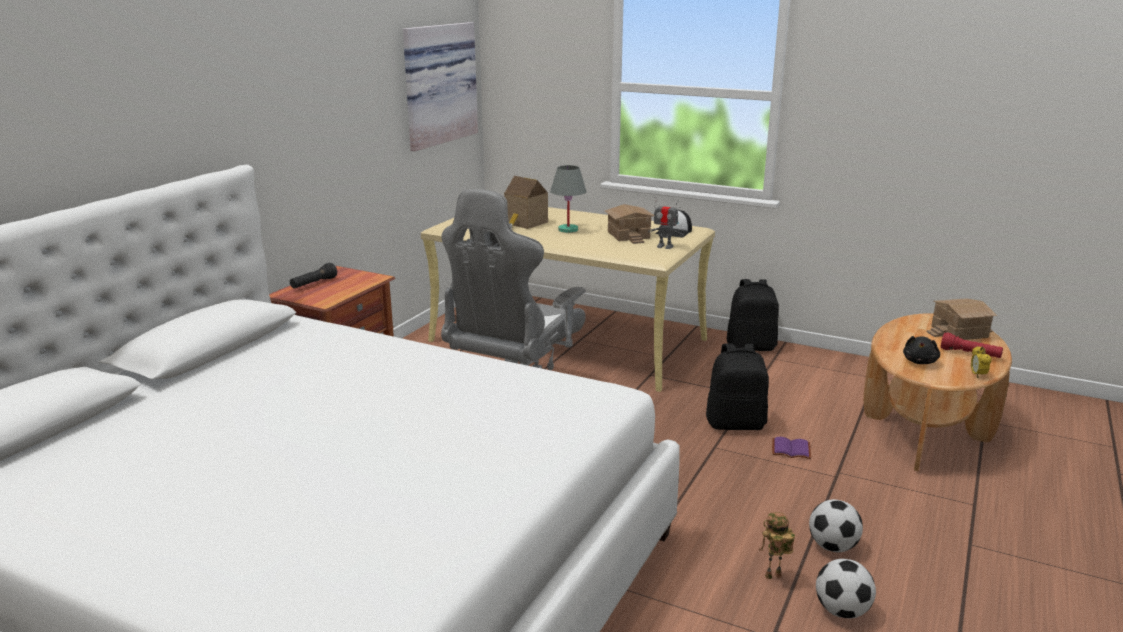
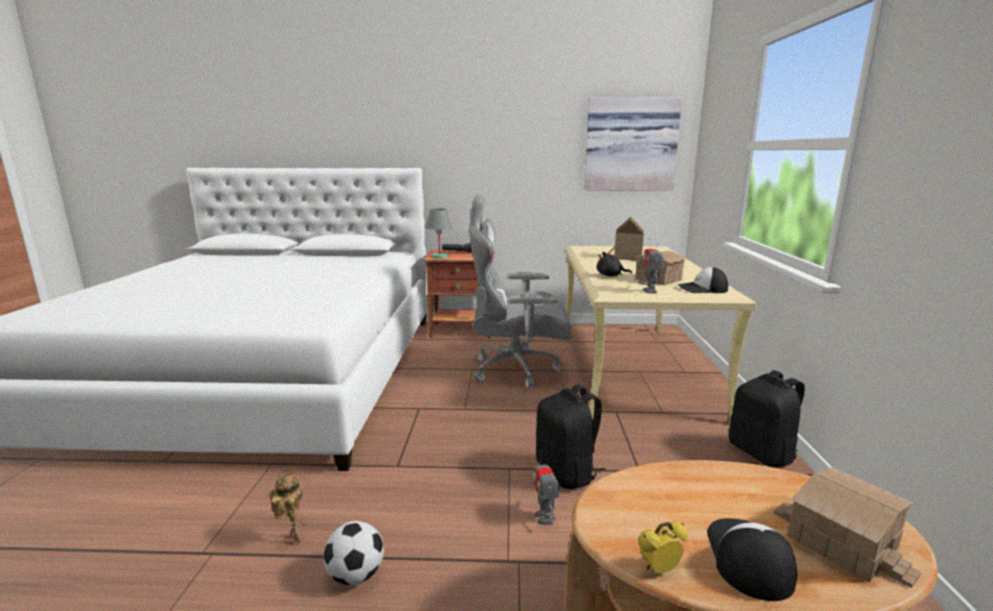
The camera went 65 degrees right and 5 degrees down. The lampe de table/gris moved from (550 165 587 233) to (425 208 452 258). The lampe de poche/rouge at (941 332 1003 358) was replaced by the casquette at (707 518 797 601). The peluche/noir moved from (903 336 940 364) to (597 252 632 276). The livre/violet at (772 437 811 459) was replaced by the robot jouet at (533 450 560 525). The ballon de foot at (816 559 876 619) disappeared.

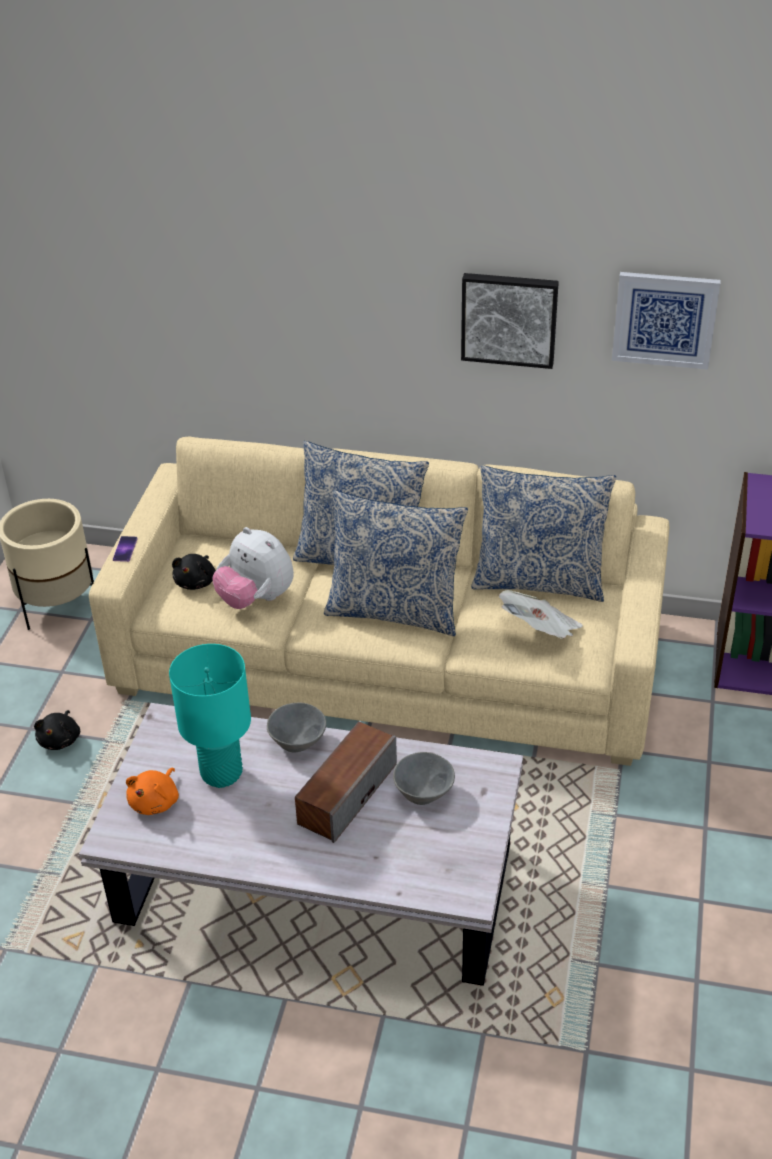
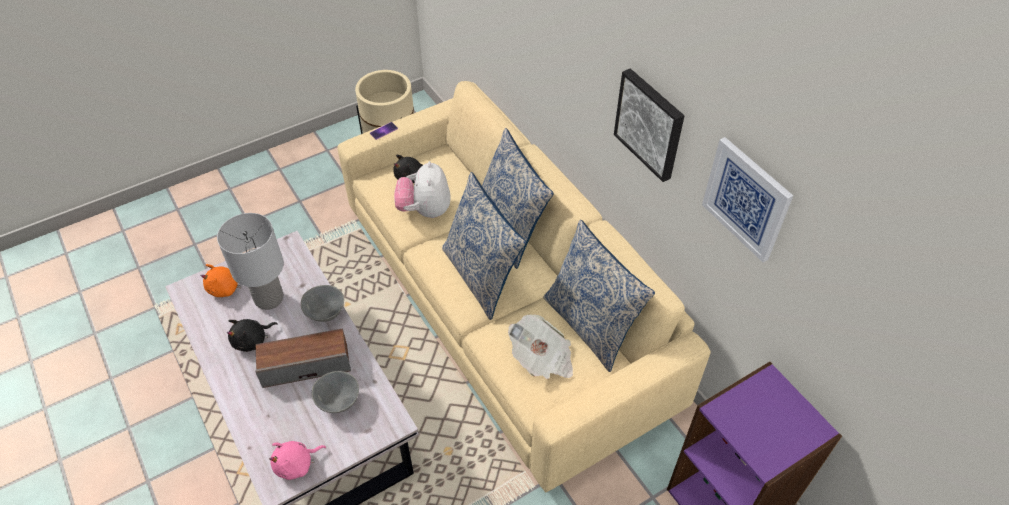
The camera went 45 degrees right and 10 degrees up. The lampe de table/turquoise at (169 644 251 788) became the lampe de table/gris at (217 213 284 310). The peluche/noir moved from (34 710 80 750) to (227 319 278 352). The peluche/rose at (269 441 326 480) appeared.

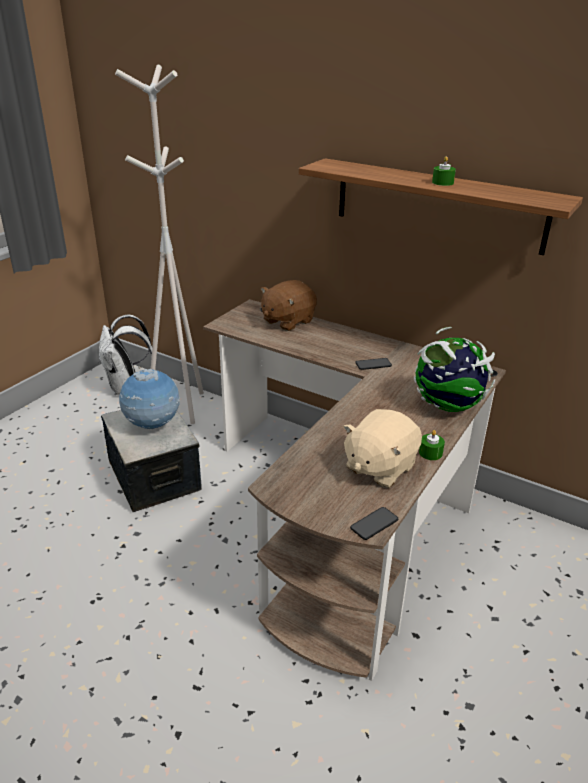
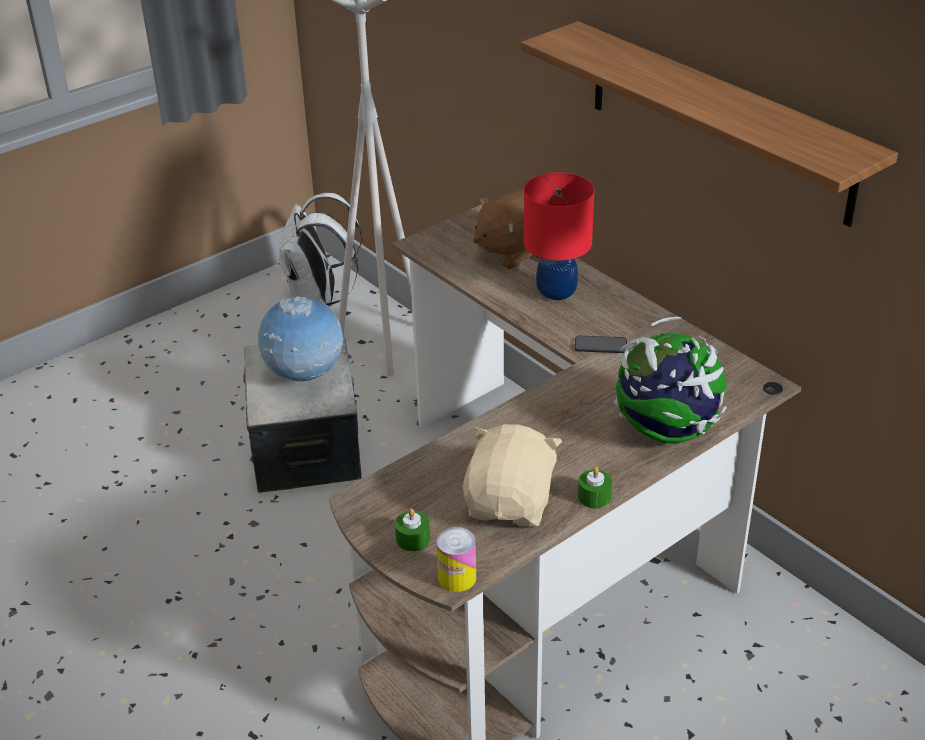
The camera went 20 degrees right and 5 degrees up. The bougie/vert moved from (432 156 456 186) to (395 508 430 551). The peluche/beige at (343 409 422 488) turned 135 degrees clockwise. The téléphone at (350 507 398 540) was replaced by the boîte métallique at (436 527 476 592). The lampe de table/rouge at (524 172 594 300) appeared.

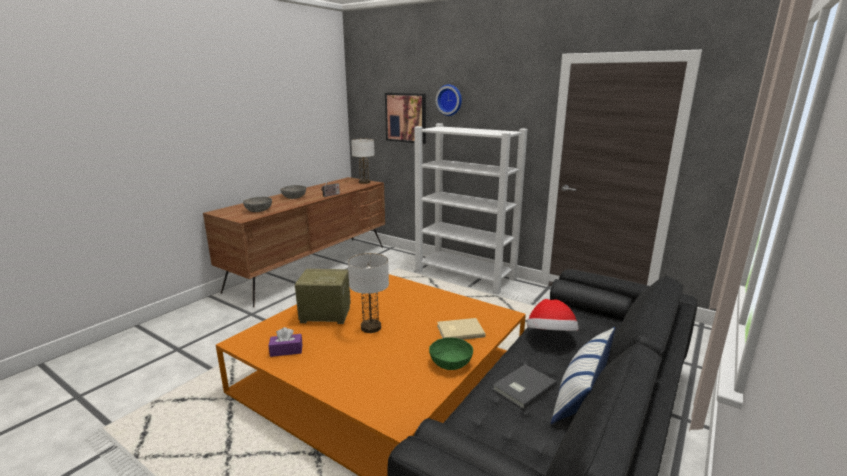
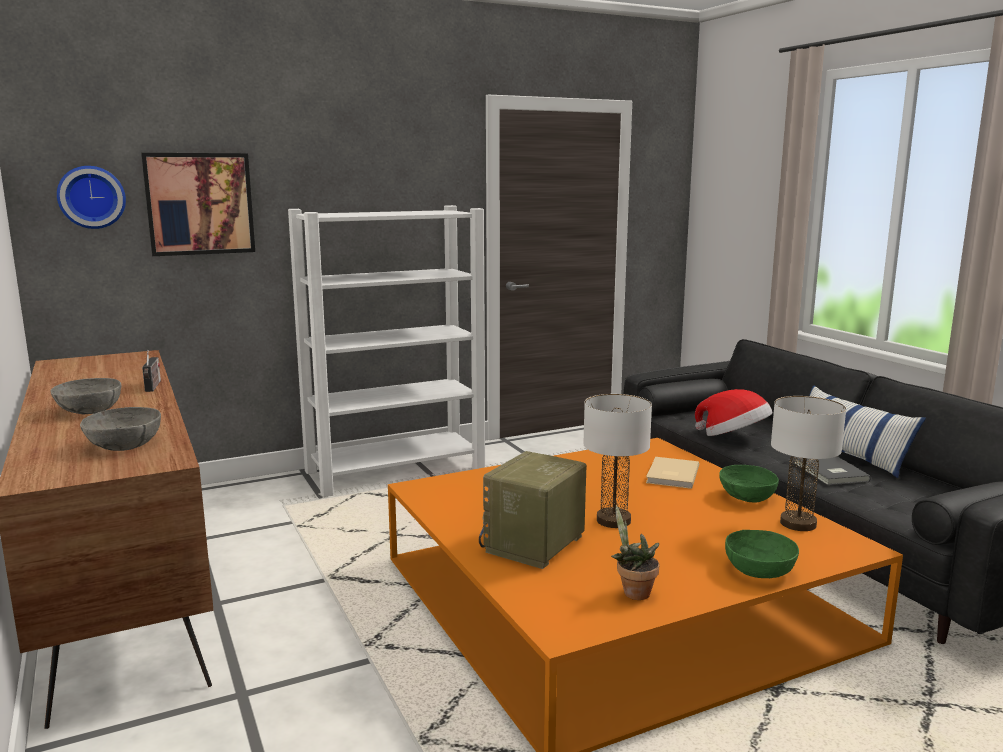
The camera went 60 degrees left and 5 degrees down. The horloge murale moved from (436 84 462 116) to (57 166 126 229). The lampe de table moved from (351 139 375 184) to (771 396 846 531). The boîte à mouchoirs/violet at (268 327 302 357) was replaced by the plante en pot at (611 505 659 600). The bol/vert at (725 530 799 578) appeared.

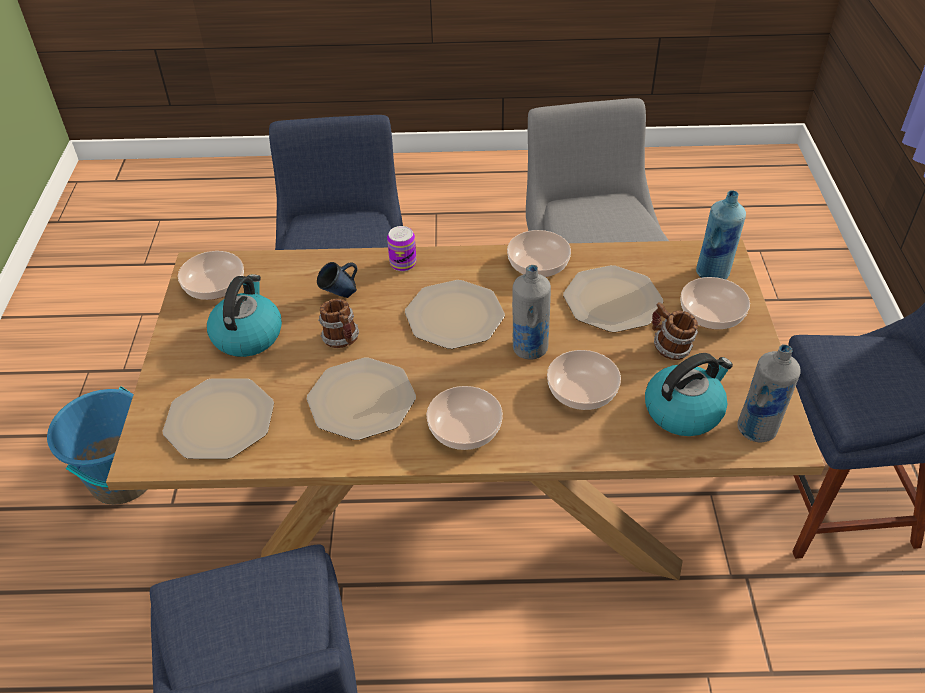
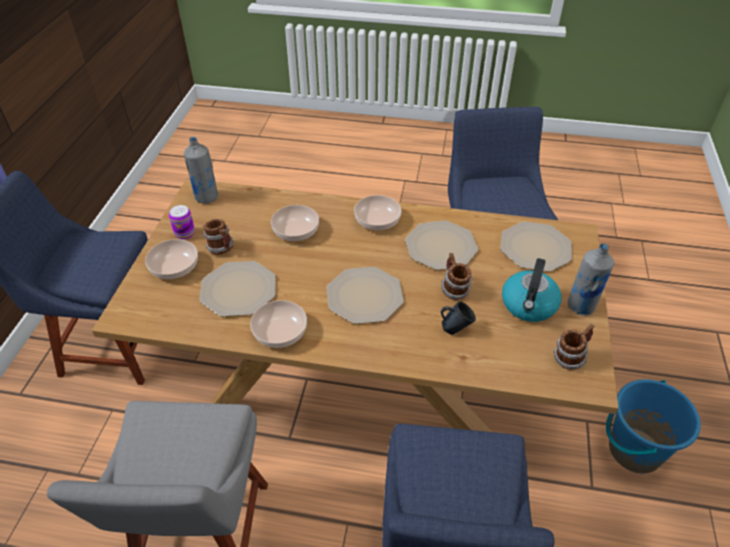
The camera went 170 degrees left and 0 degrees up. The bouteille/bleu at (696 190 746 280) disappeared. The boîte métallique moved from (387 226 416 271) to (169 205 195 240). The bol at (178 251 244 300) was replaced by the mug at (553 324 594 370). The bouteille/gris moved from (512 265 551 360) to (568 243 614 316). The bouilloire at (645 353 733 436) disappeared.

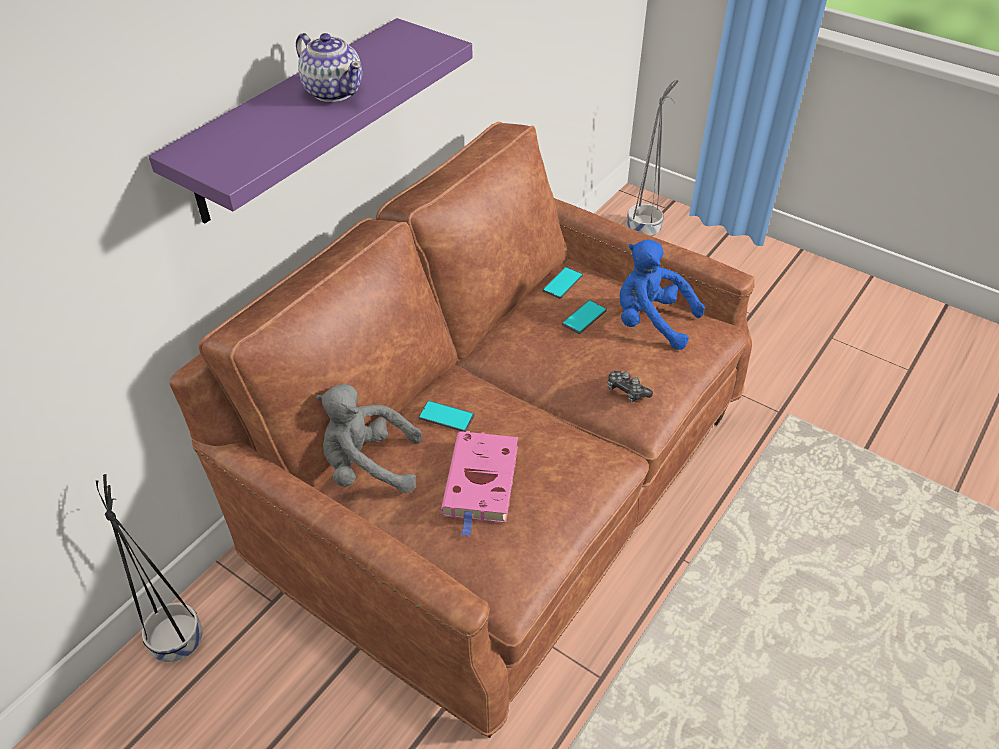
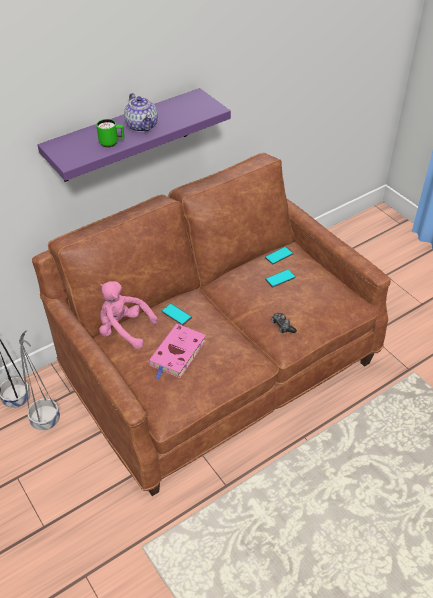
The camera went 20 degrees right and 0 degrees up. The cache-pot/gris moved from (627 80 679 236) to (19 331 60 430). The peluche/bleu at (620 240 705 350) disappeared. The peluche/gris at (316 384 422 493) became the peluche/rose at (99 281 158 349). The mug/vert at (96 119 125 148) appeared.

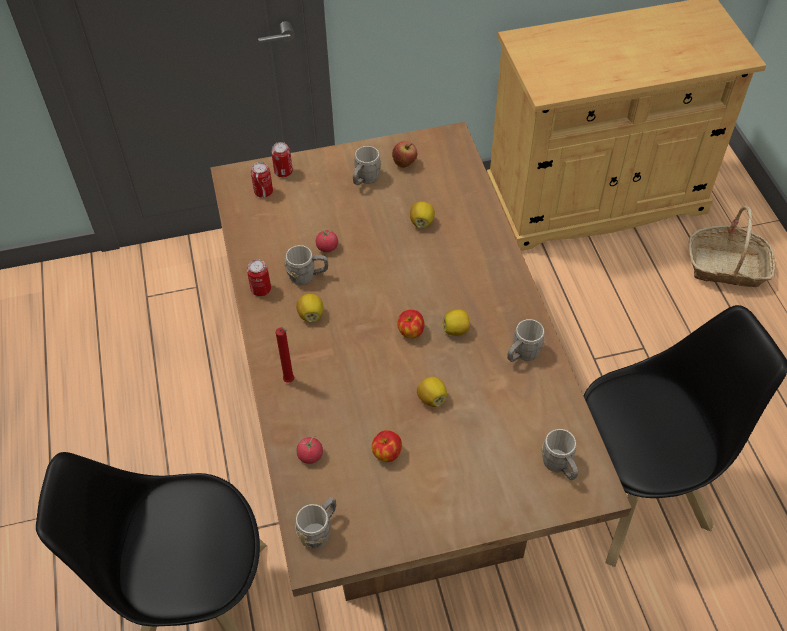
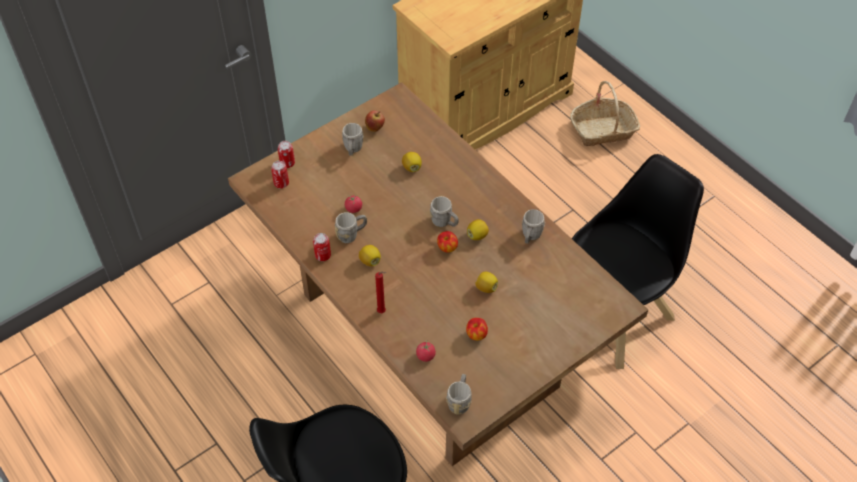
The camera went 25 degrees left and 0 degrees up. The mug/gris moved from (541 429 578 480) to (430 196 459 227).

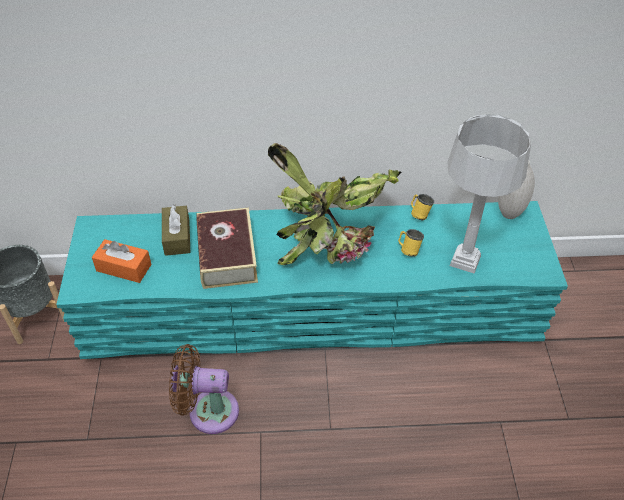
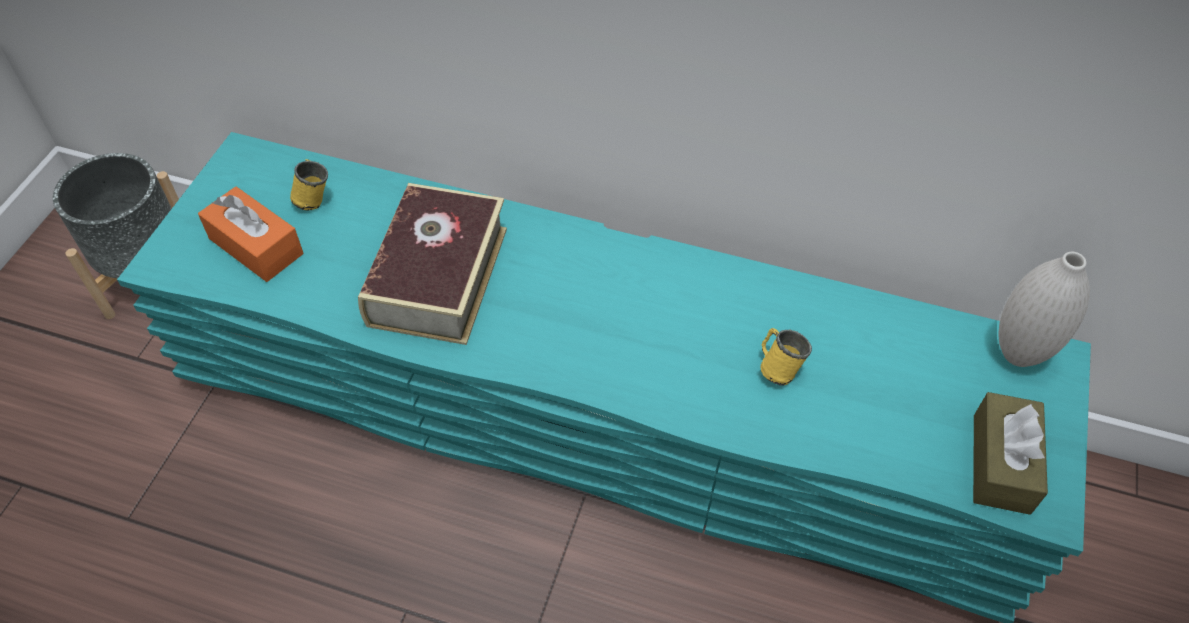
The camera went 20 degrees right and 5 degrees up. The lampe de table/gris at (447 114 531 274) disappeared. The plante en pot at (268 143 401 265) disappeared. The mug/jaune moved from (411 194 434 220) to (290 159 328 210). The boîte à mouchoirs/marron moved from (162 204 190 256) to (973 392 1048 515). The ventilateur/marron at (169 344 239 434) disappeared.

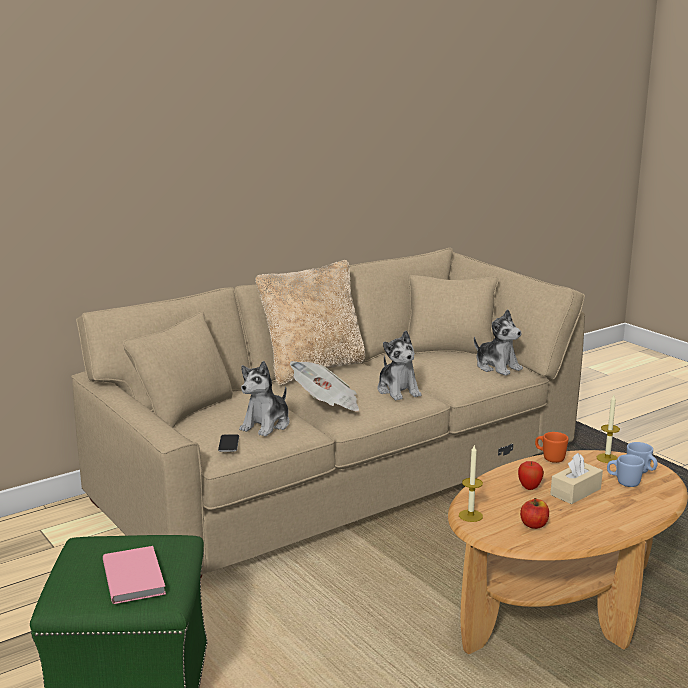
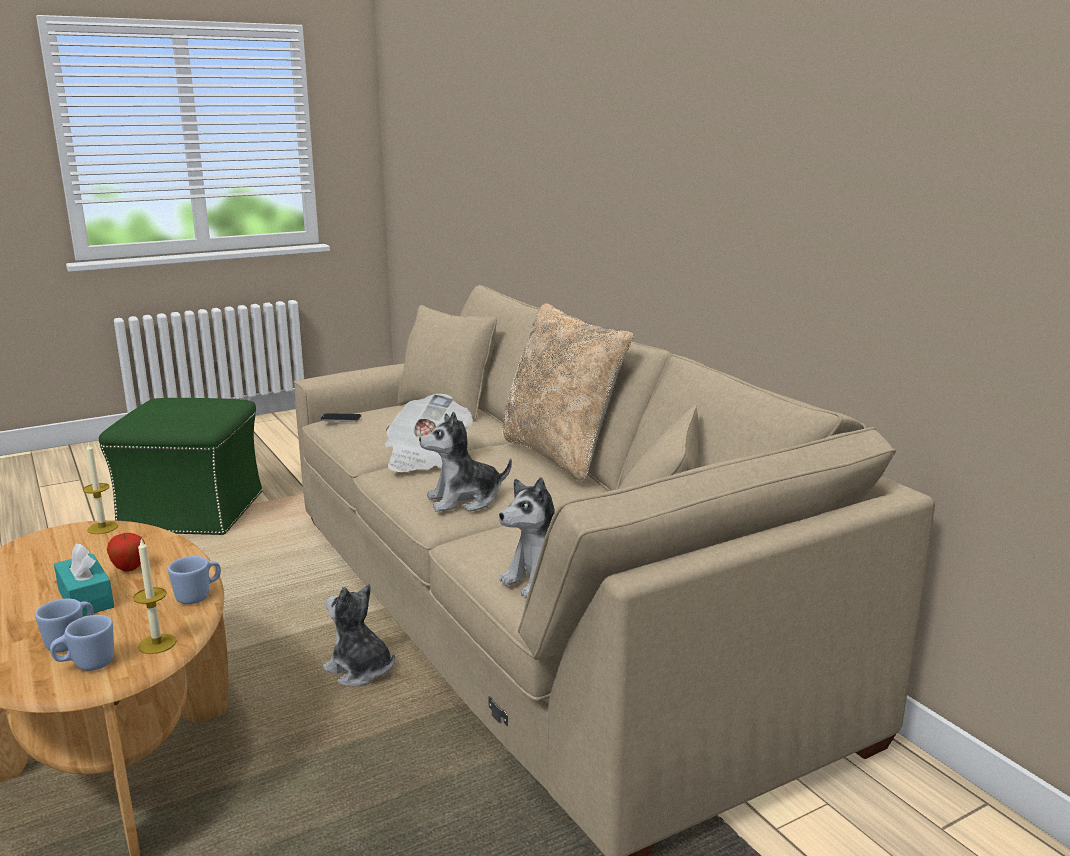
The camera went 95 degrees right and 0 degrees up. The peluche moved from (239 361 290 437) to (322 584 395 687). The mug/orange at (535 432 569 463) became the mug/bleu at (168 556 221 604). The boîte à mouchoirs/beige at (550 453 603 504) became the boîte à mouchoirs/turquoise at (54 543 114 616). The pomme at (520 498 549 529) disappeared. The livre/rose at (103 546 166 604) disappeared.

